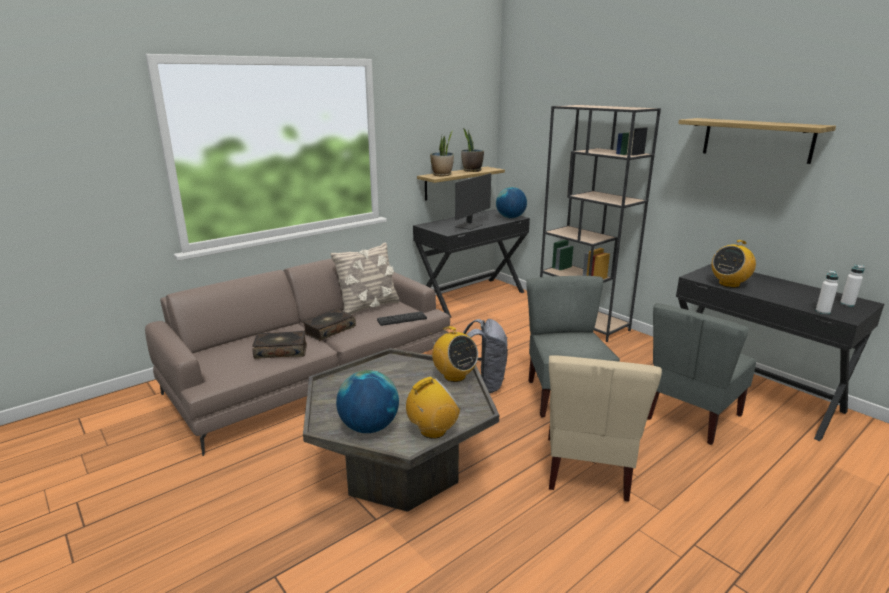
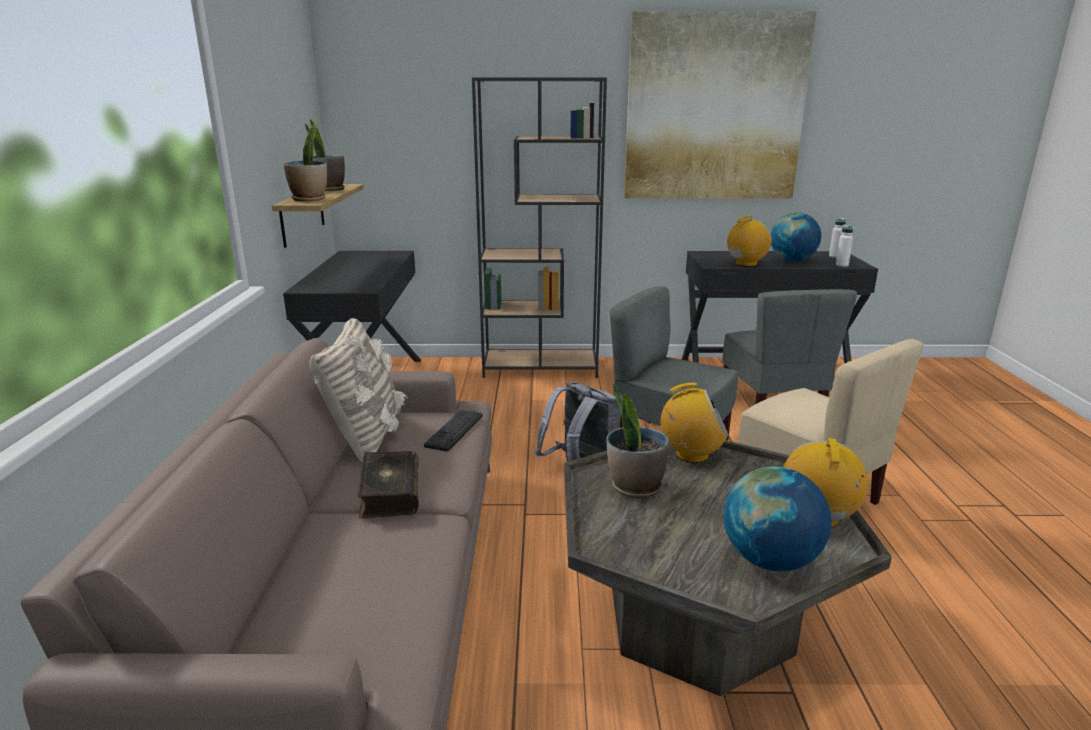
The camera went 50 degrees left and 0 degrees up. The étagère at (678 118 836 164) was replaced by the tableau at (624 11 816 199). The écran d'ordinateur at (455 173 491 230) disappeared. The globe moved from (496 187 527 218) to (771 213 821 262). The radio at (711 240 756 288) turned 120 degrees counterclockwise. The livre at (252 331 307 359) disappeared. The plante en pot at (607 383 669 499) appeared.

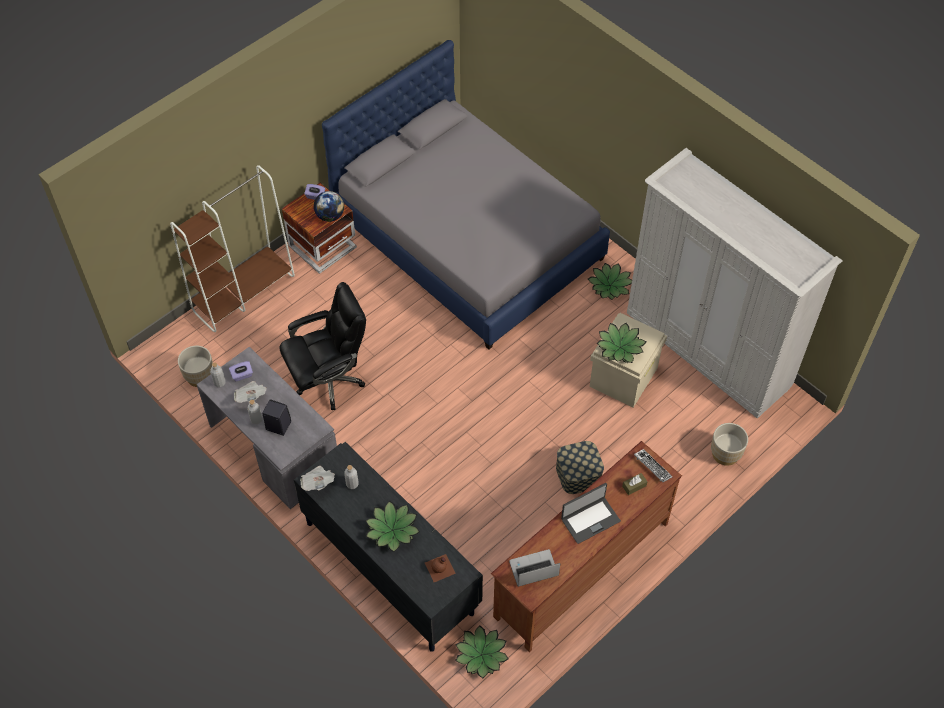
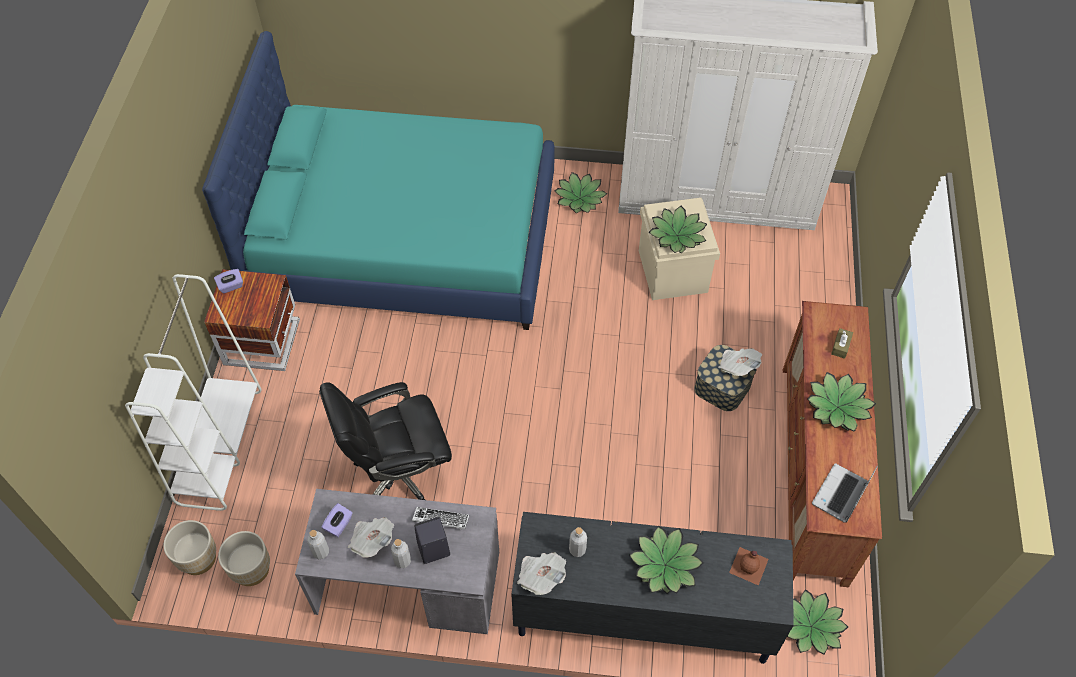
The camera went 40 degrees left and 0 degrees up. The lit/gris at (322 40 610 350) became the lit/turquoise at (202 31 555 330). The portant/marron at (170 165 295 332) became the portant/blanc at (125 274 262 511). The globe at (314 191 344 222) disappeared. The chaise de bureau/noir at (280 282 366 410) turned 135 degrees counterclockwise. The cache-pot/beige moved from (711 423 748 466) to (163 520 216 575). The clavier moved from (634 449 673 482) to (412 507 469 530). The ordinateur portable at (561 483 621 544) was replaced by the plante en pot at (807 372 876 432). The journal at (718 348 762 376) appeared.

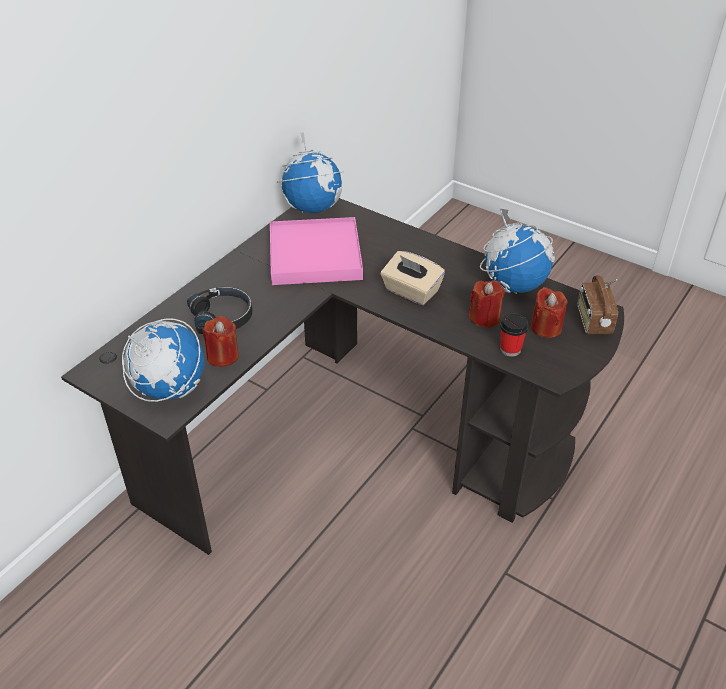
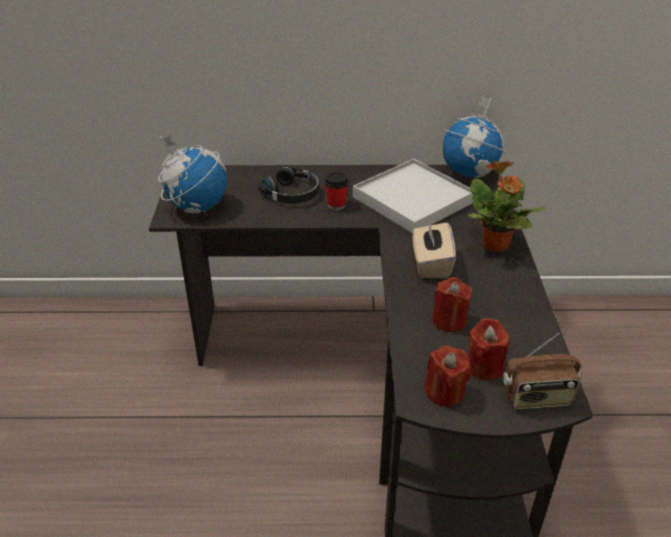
The camera went 55 degrees right and 5 degrees down. The globe at (480 207 555 294) disappeared. The plateau/rose at (270 217 363 285) became the plateau/blanc at (353 159 473 233). The radio at (578 275 618 334) turned 150 degrees counterclockwise. The tasse moved from (500 313 528 357) to (325 172 349 210). The bougie/rouge moved from (202 316 239 367) to (424 345 471 407). The plante en pot at (468 160 546 252) appeared.

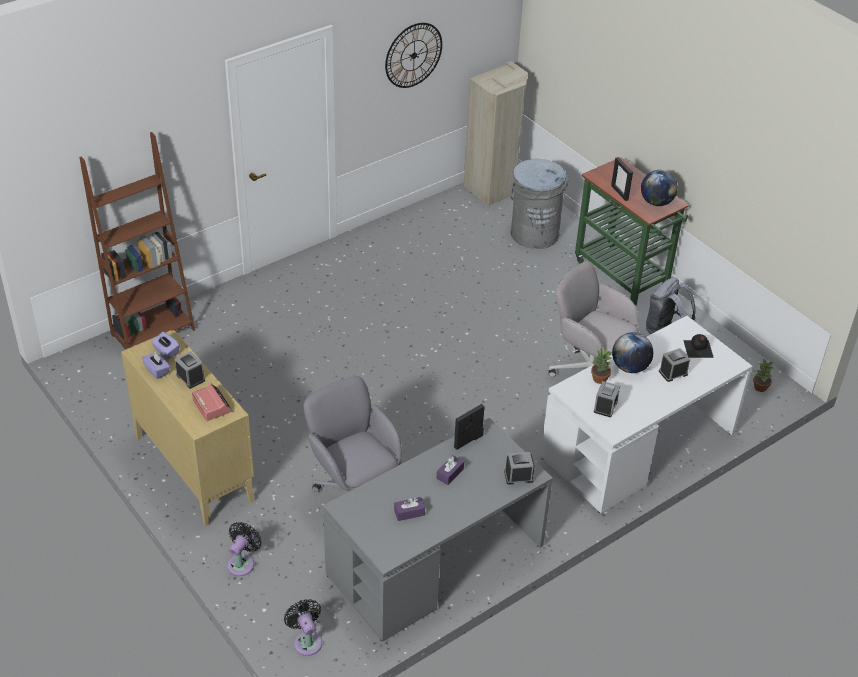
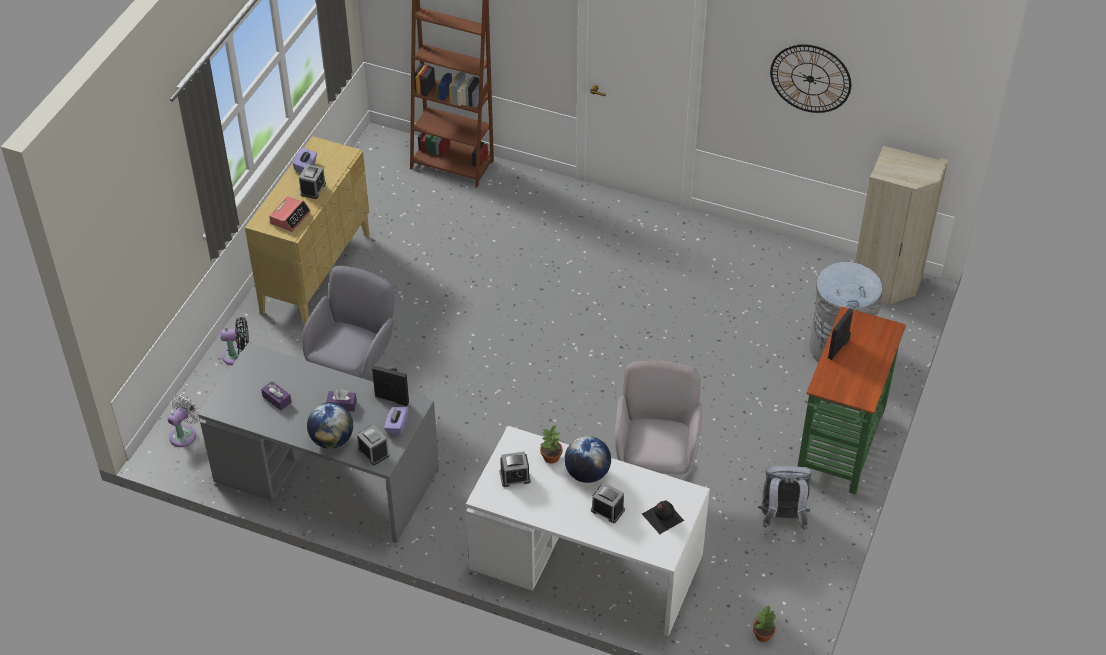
The camera went 60 degrees right and 5 degrees up. The globe moved from (641 170 678 206) to (307 402 353 449). The boîte à mouchoirs/violet moved from (151 332 180 359) to (384 407 409 436). The ventilateur/noir at (284 599 322 656) became the ventilateur/blanc at (168 394 201 447).

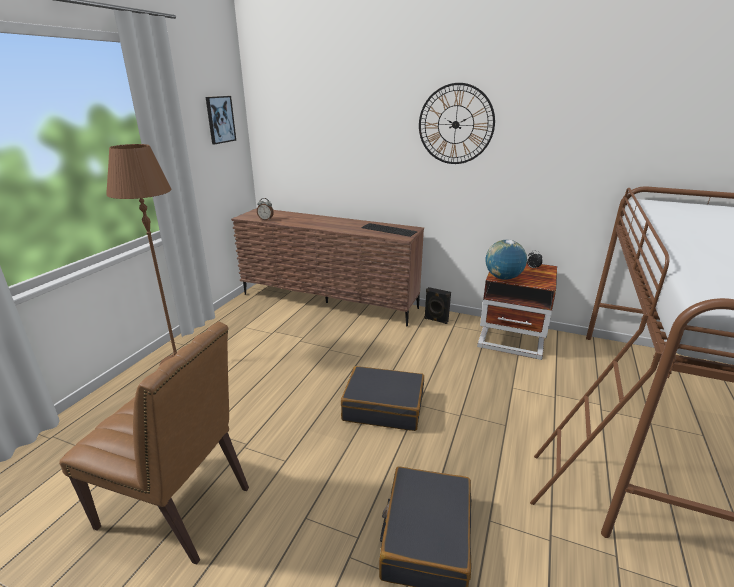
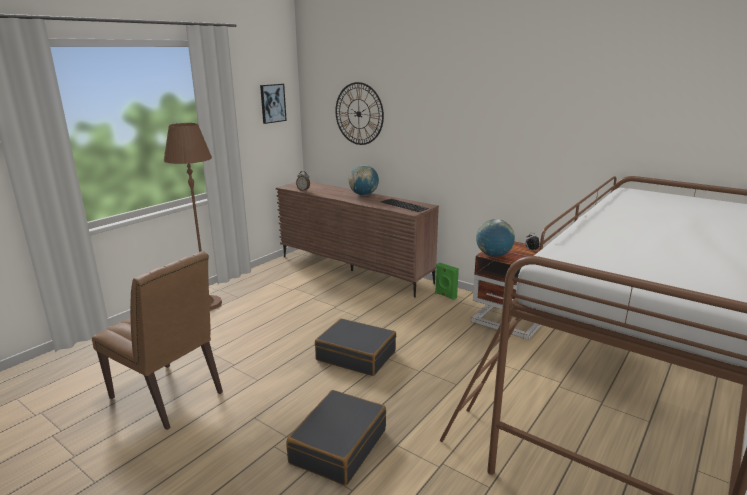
The camera went 15 degrees right and 5 degrees down. The horloge murale moved from (419 83 495 164) to (335 82 384 145). The enceinte/noir at (424 287 451 324) became the enceinte/vert at (435 263 459 300). The globe at (349 165 379 196) appeared.

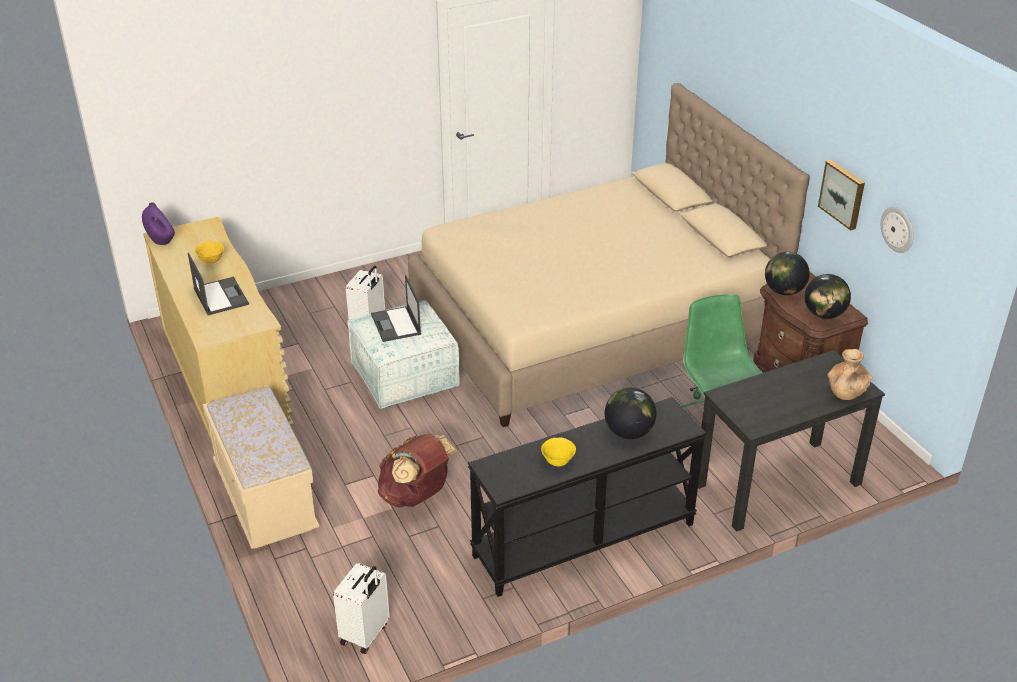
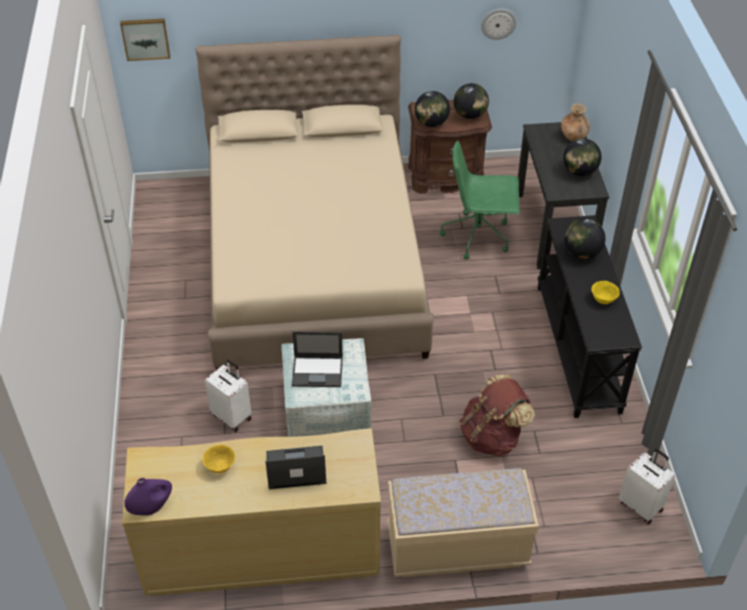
The camera went 70 degrees left and 10 degrees up. The tableau moved from (818 160 865 230) to (120 18 170 61). The globe at (563 138 602 176) appeared.

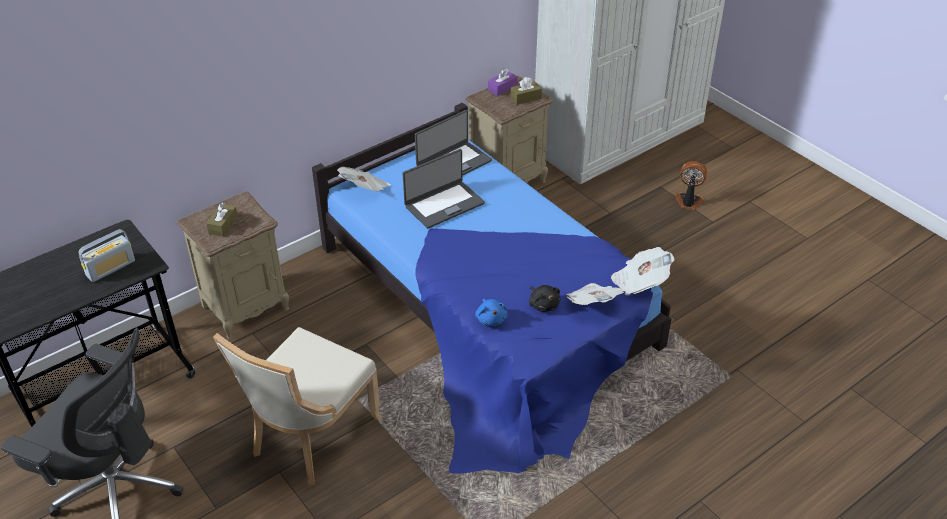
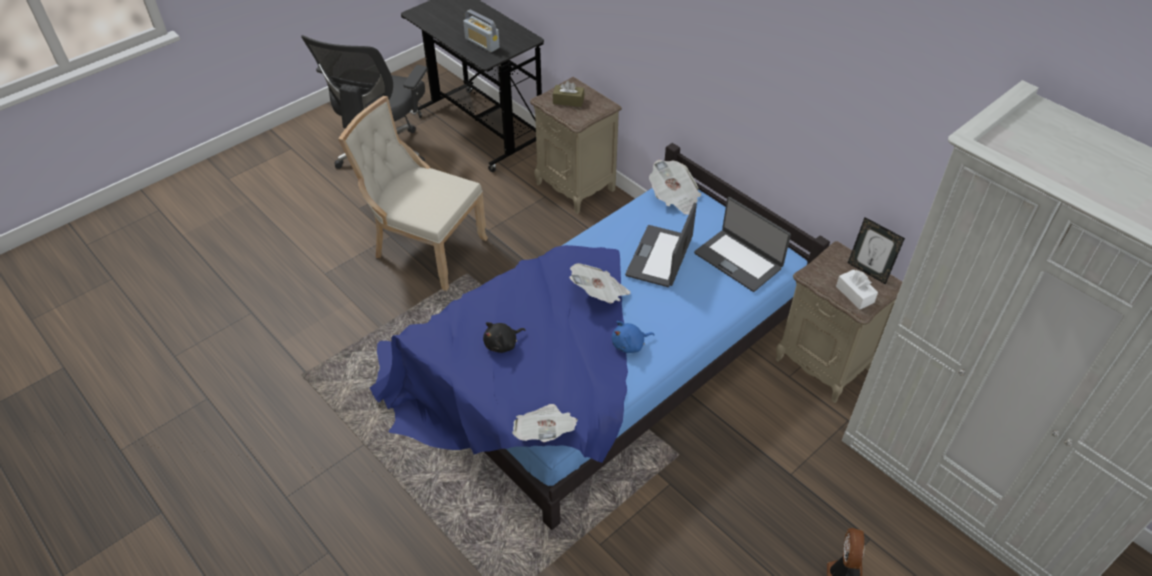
The camera went 85 degrees right and 5 degrees up. The boîte à mouchoirs/violet at (488 69 517 96) was replaced by the cadre photo at (848 217 905 284). The boîte à mouchoirs/marron at (511 77 542 105) became the boîte à mouchoirs/blanc at (836 269 878 310). The ordinateur portable at (403 149 485 229) turned 60 degrees clockwise. The journal moved from (566 283 624 305) to (569 263 630 303). The peluche/bleu moved from (475 299 507 326) to (612 321 655 353).

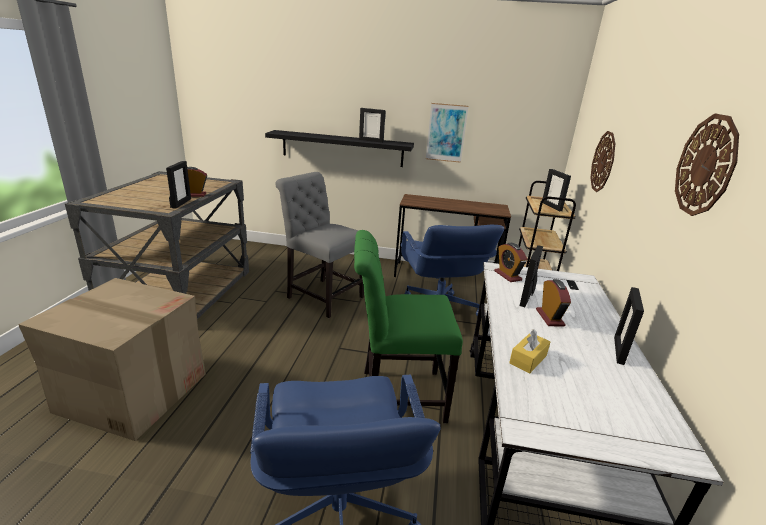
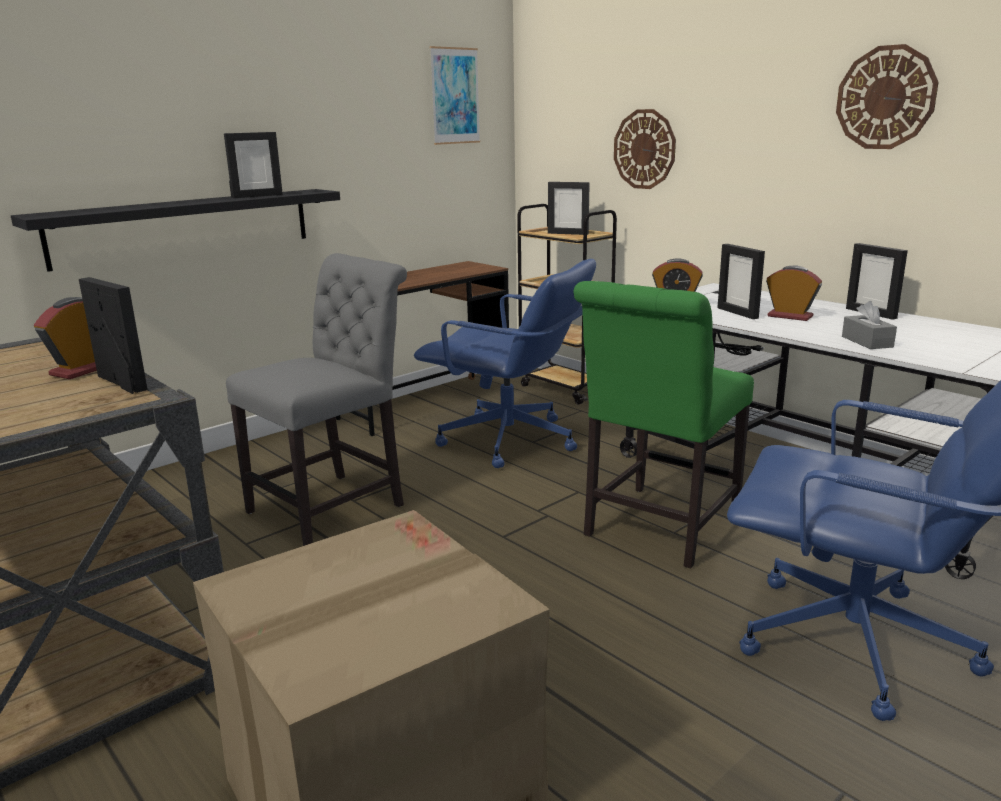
The camera went 50 degrees left and 5 degrees down. The tableau moved from (426 103 469 163) to (430 46 480 145). The chaise/gris at (276 172 364 318) turned 150 degrees clockwise. The boîte à mouchoirs/jaune at (509 329 550 373) became the boîte à mouchoirs/gris at (842 301 897 349).

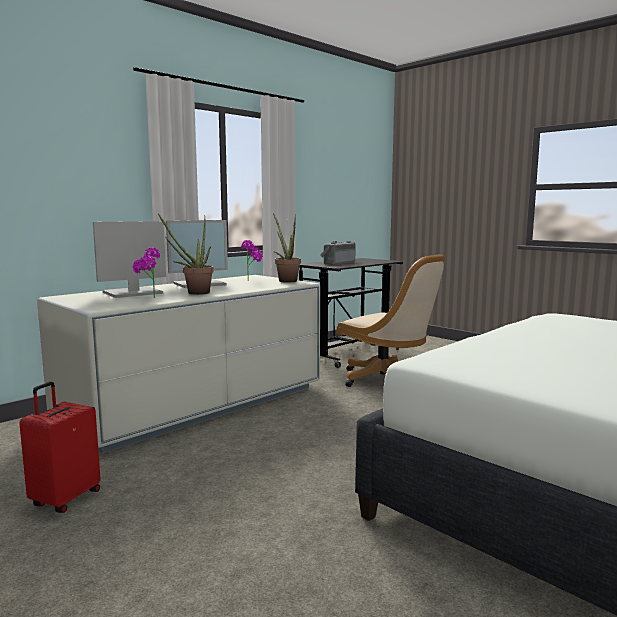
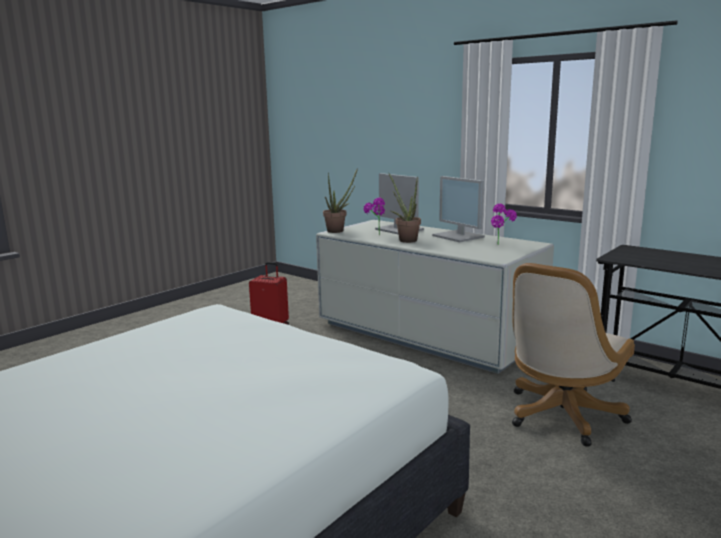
The camera went 85 degrees right and 5 degrees up. The plante en pot moved from (273 213 301 283) to (323 168 358 233). The radio at (320 241 356 265) disappeared.

